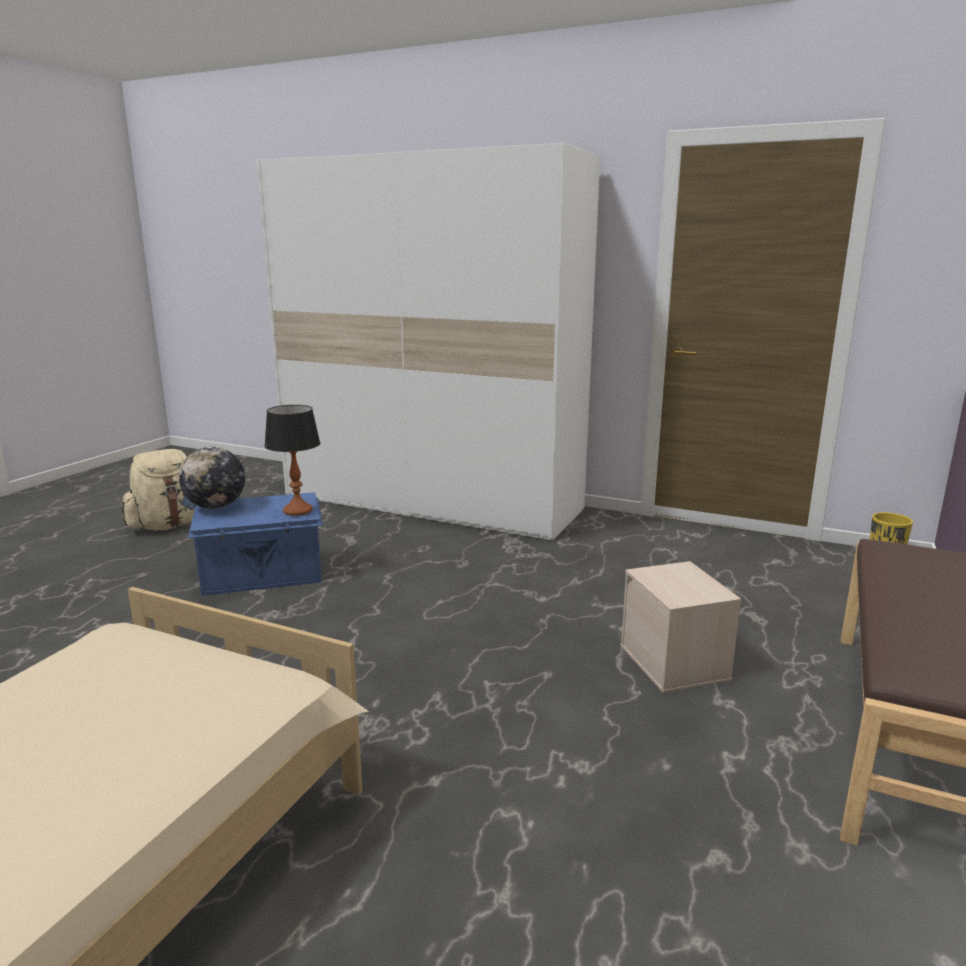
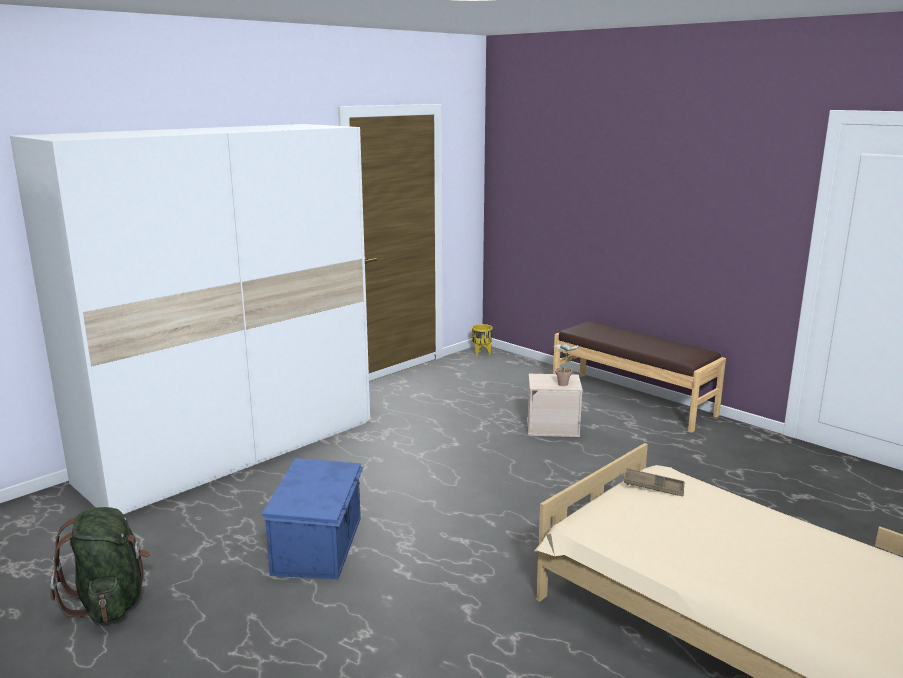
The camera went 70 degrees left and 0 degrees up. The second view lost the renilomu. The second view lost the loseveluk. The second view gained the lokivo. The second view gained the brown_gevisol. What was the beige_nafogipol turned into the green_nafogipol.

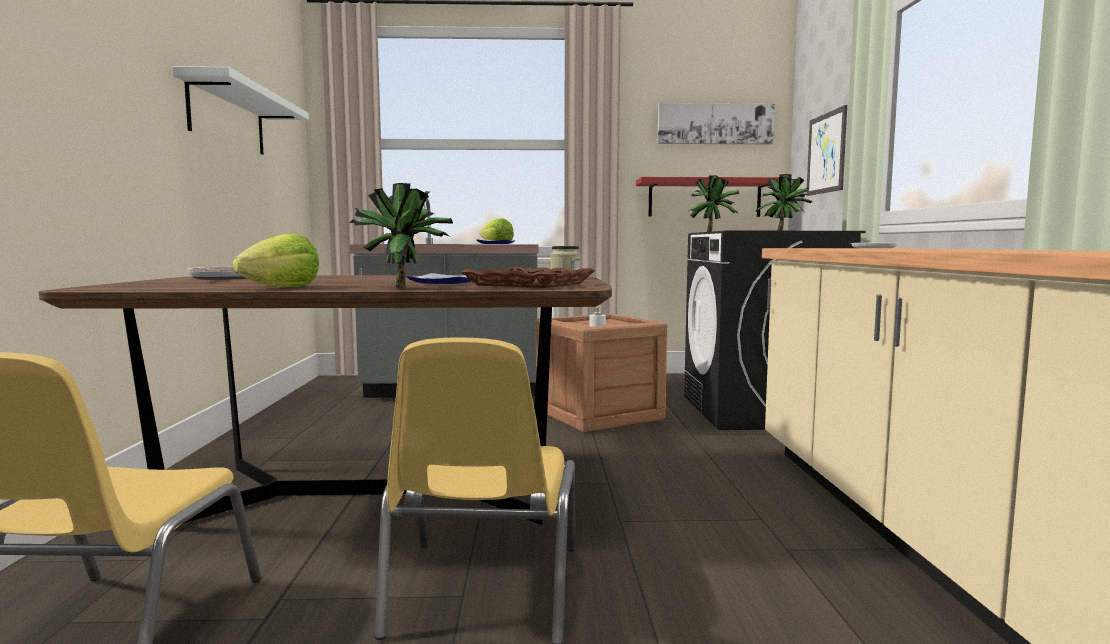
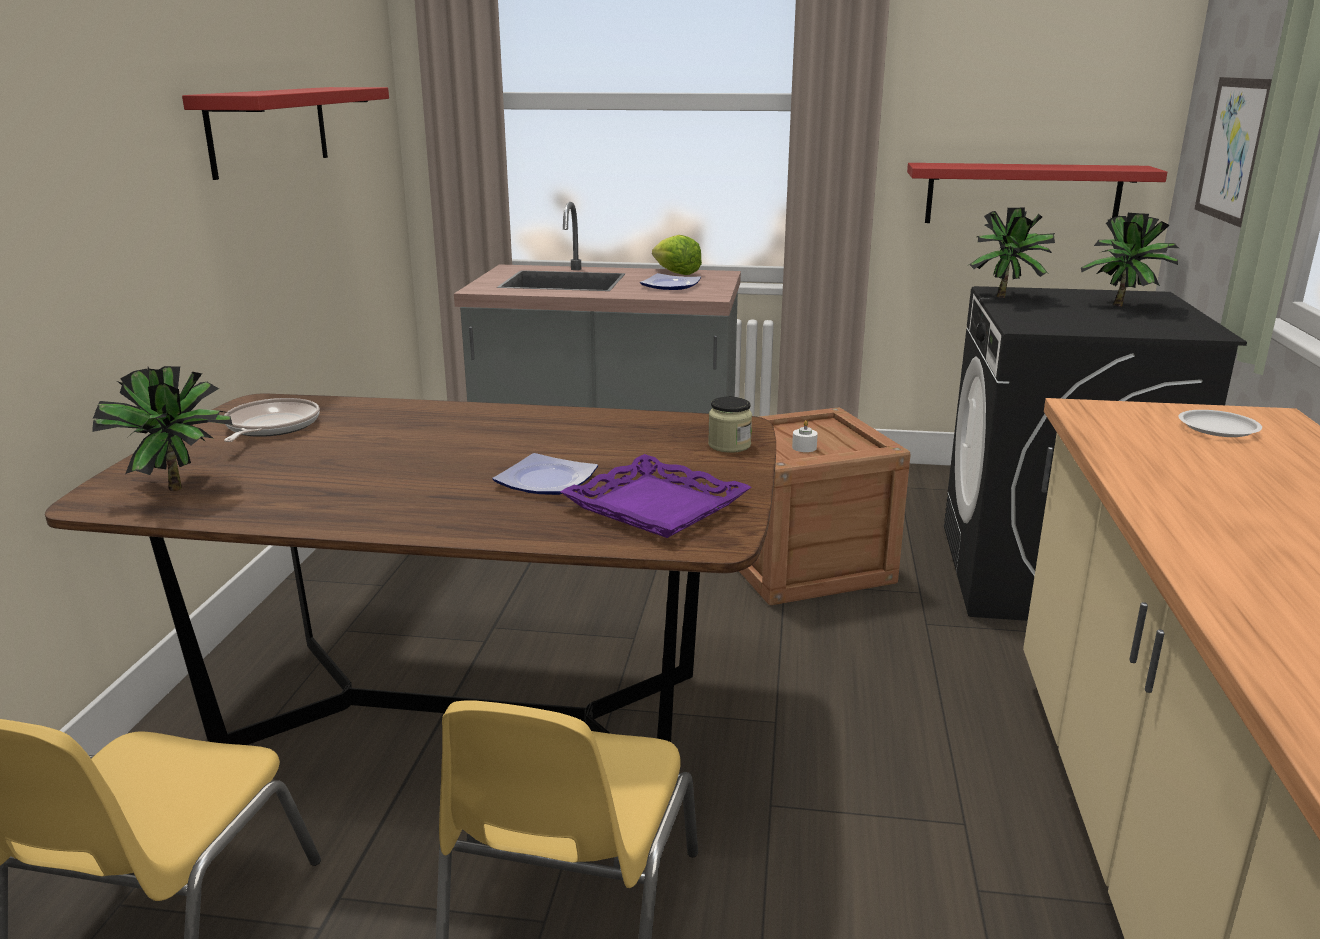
The camera went 10 degrees right and 15 degrees up. The second view lost the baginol (no. 1 from left). The second view lost the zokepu (no. 1 from left). The lokivo (no. 1 from left) ended up elsewhere. What was the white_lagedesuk turned into the red_lagedesuk (no. 1 from left). What was the brown_gevisol turned into the purple_gevisol.

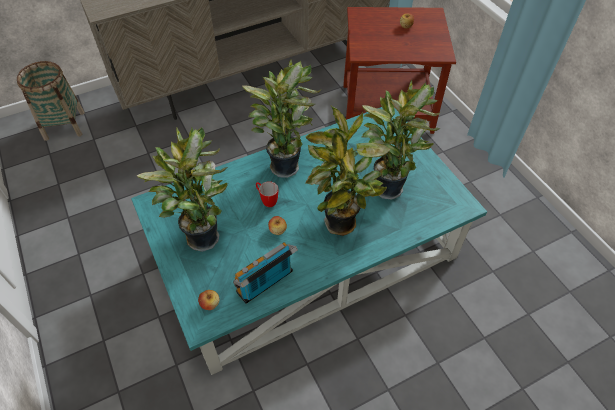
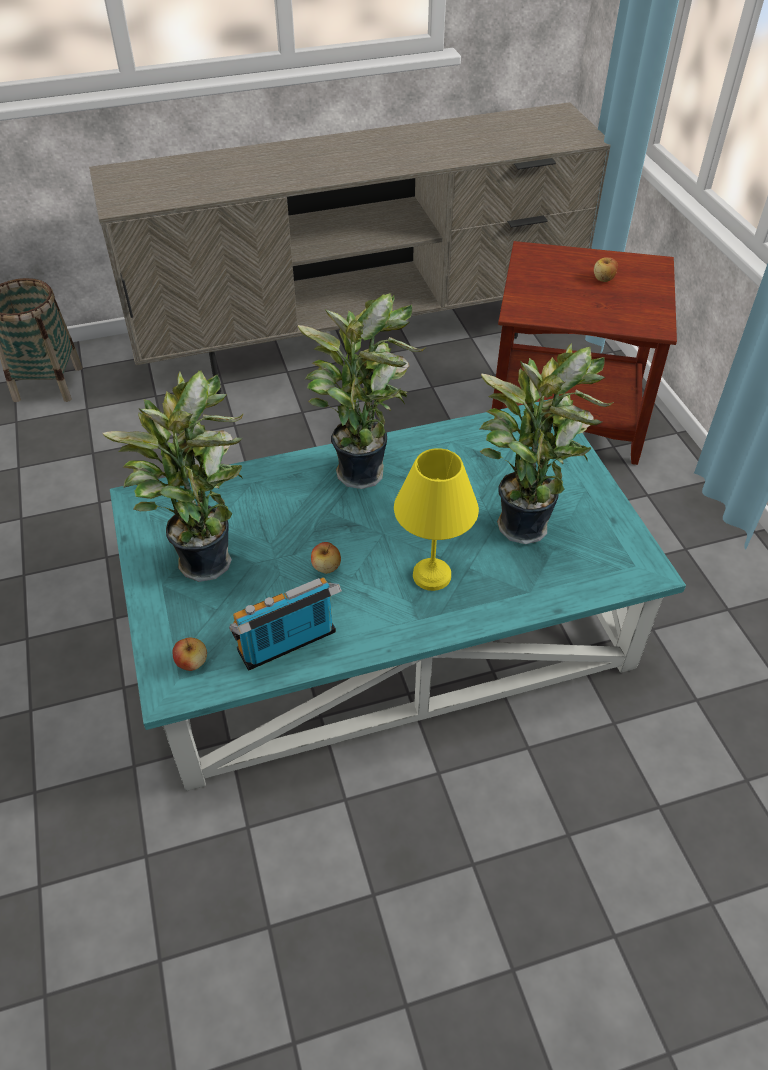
The camera went 10 degrees right and 5 degrees down. The second view lost the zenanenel. Where the lokivo (no. 3 from left) stood, the yellow_loseveluk came to stand.

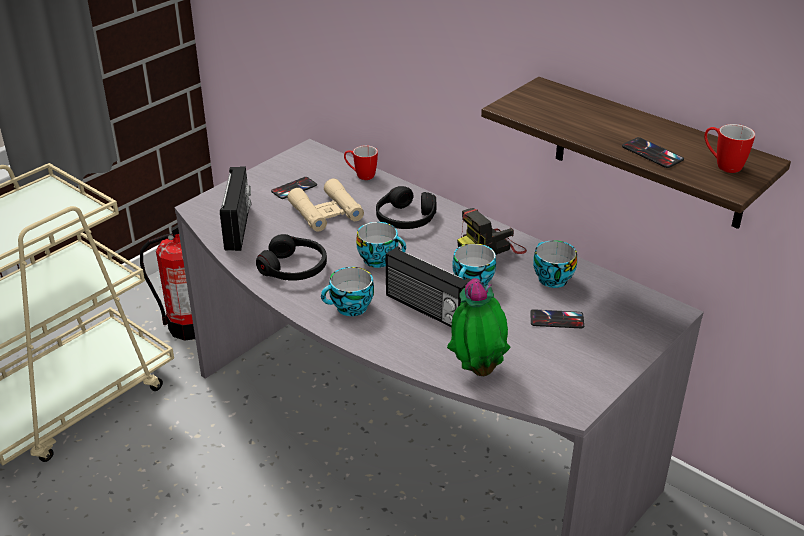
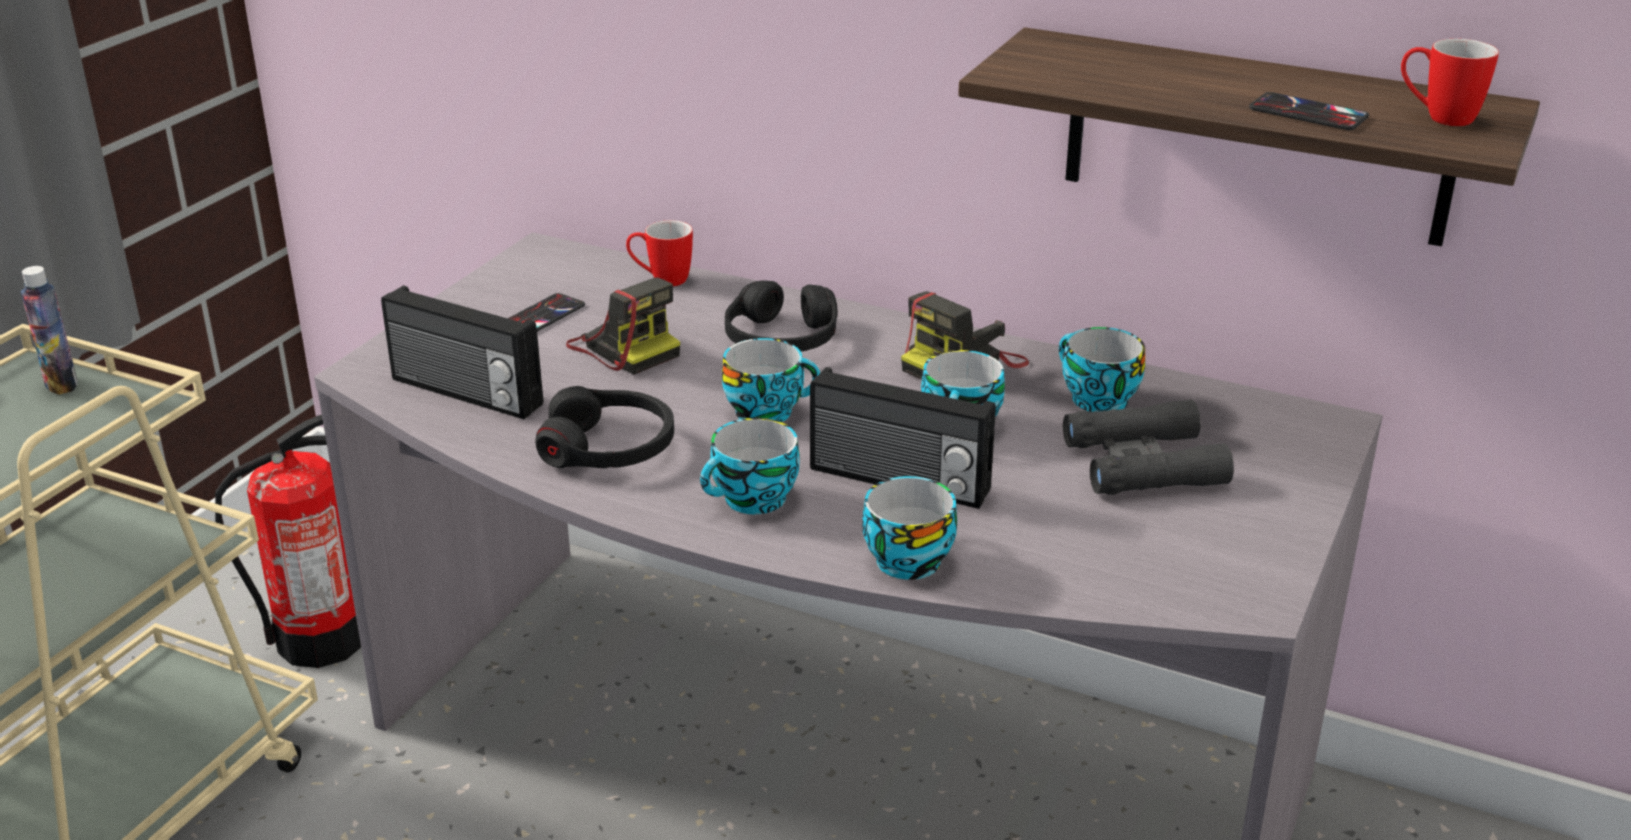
The camera went 15 degrees left and 5 degrees down. The second view lost the lokivo. The second view gained the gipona. The second view gained the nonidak (no. 3 from left). Where the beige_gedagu stood, the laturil (no. 1 from left) came to stand. Where the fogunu (no. 2 from left) stood, the black_gedagu came to stand. The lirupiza (no. 1 from left) ended up facing another way, 135 degrees clockwise from before.

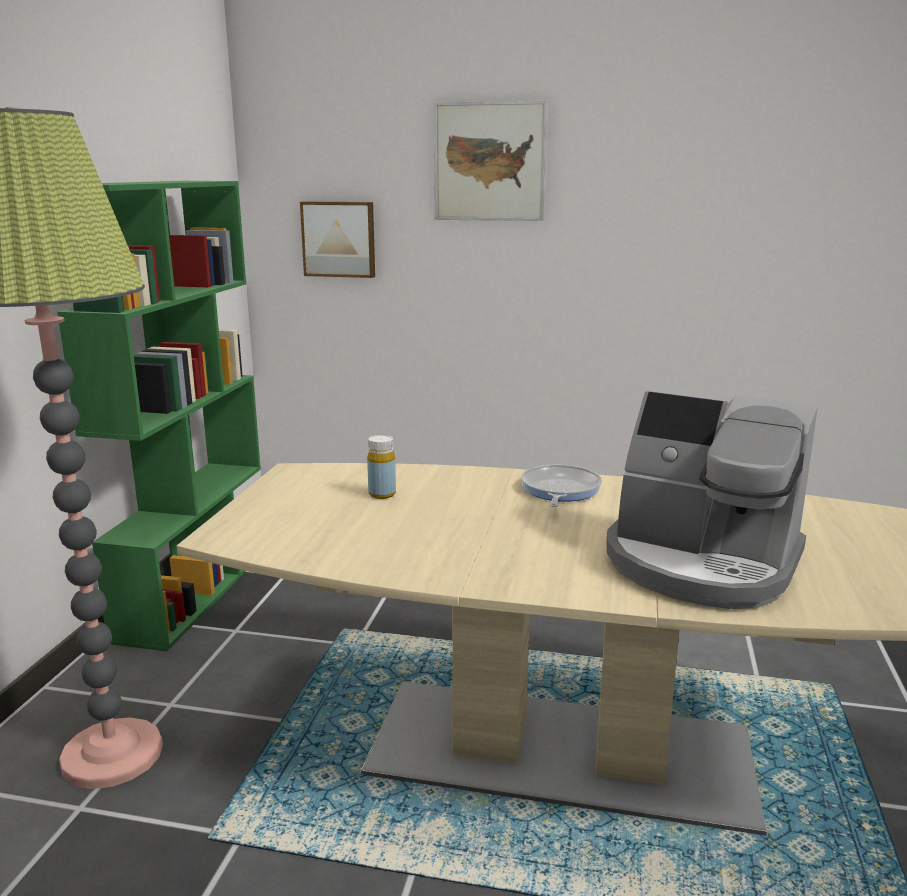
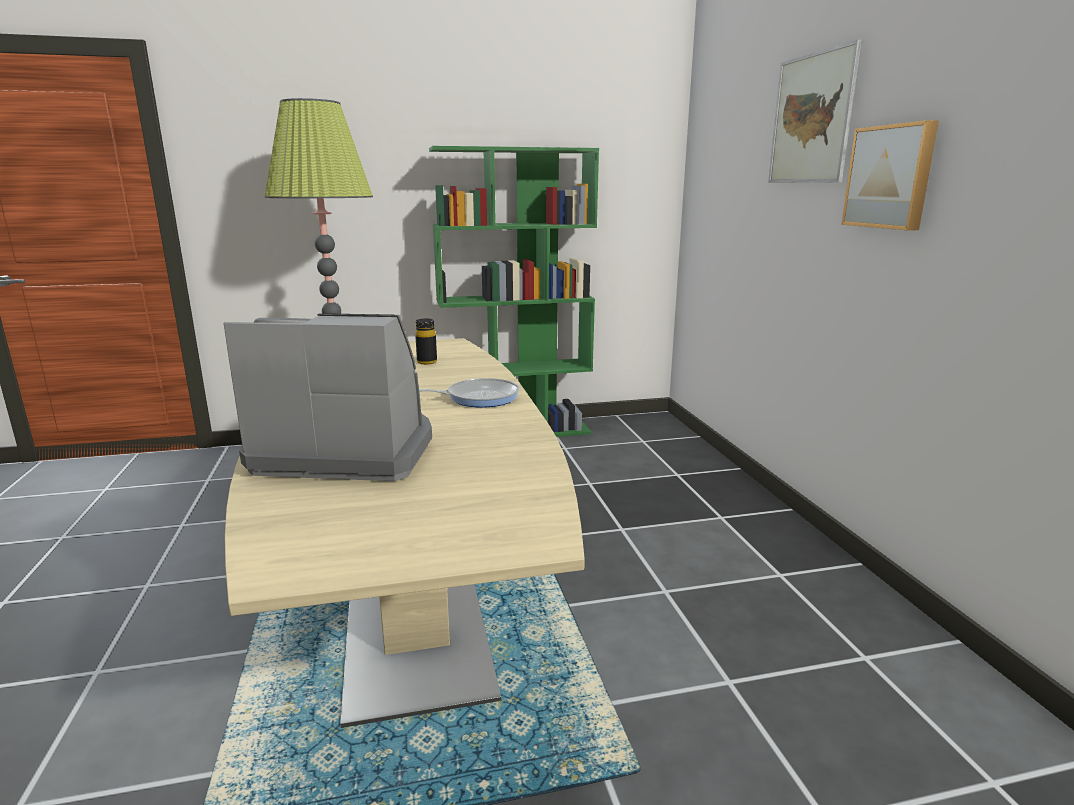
The camera went 65 degrees right and 0 degrees up. The zokepu (no. 1 from left in the first image) ended up elsewhere. What was the yellow_gipona turned into the black_gipona. The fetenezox ended up facing another way, 90 degrees clockwise from before.

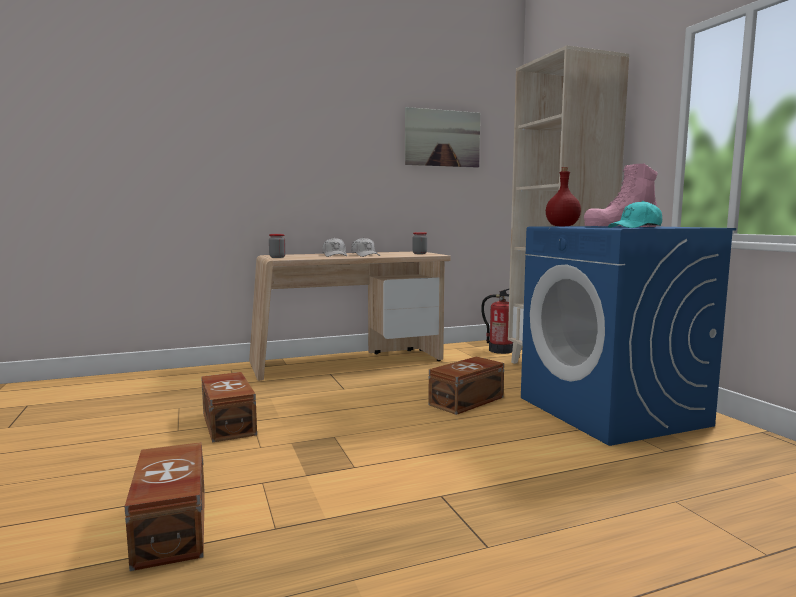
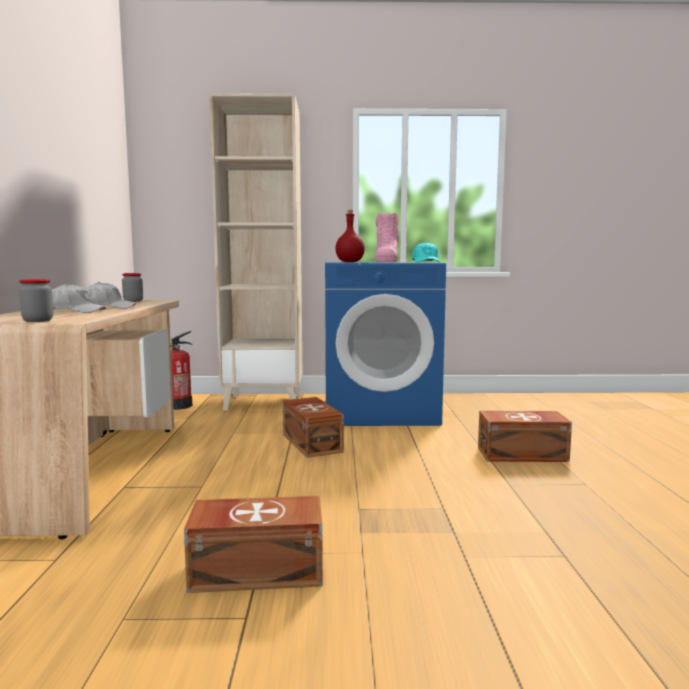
The camera went 70 degrees left and 0 degrees up. The second view lost the zokepu. The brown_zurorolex (no. 1 from left in the first image) ended up elsewhere.

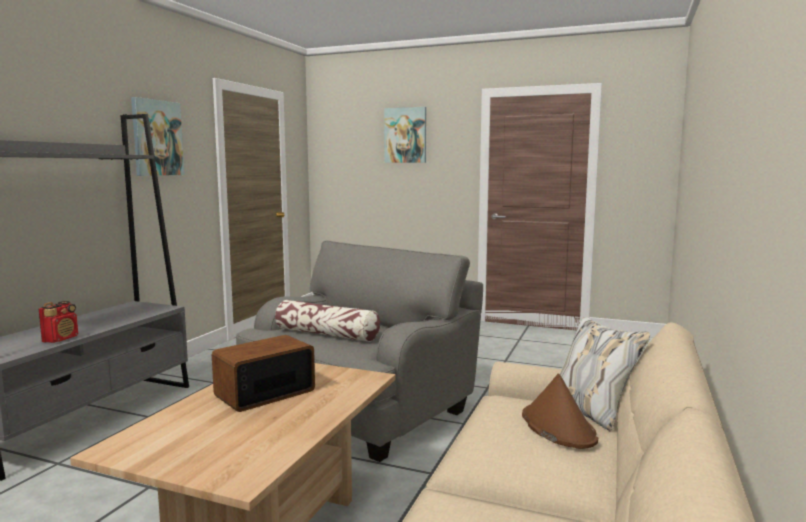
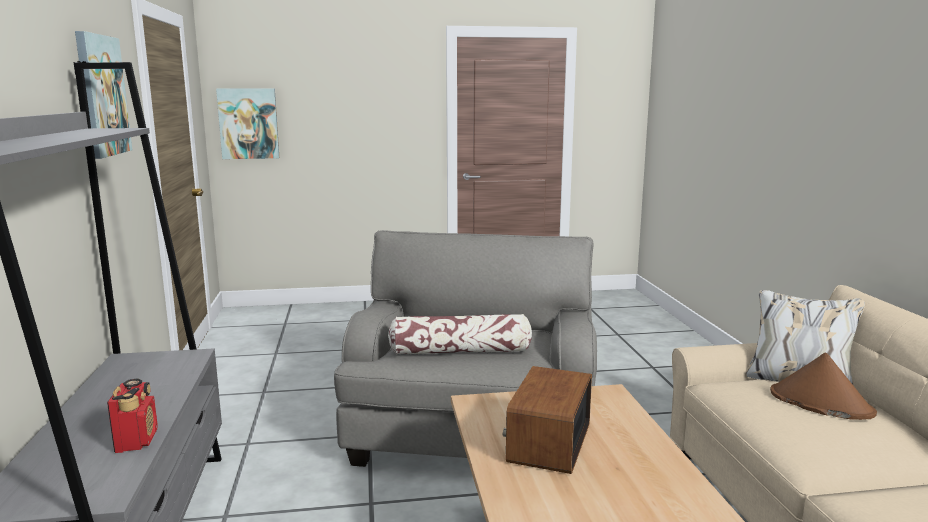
The camera went 30 degrees left and 5 degrees up. The zokepu (no. 2 from left) ended up elsewhere.

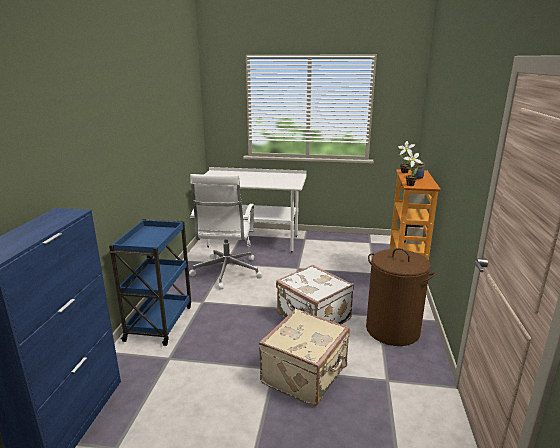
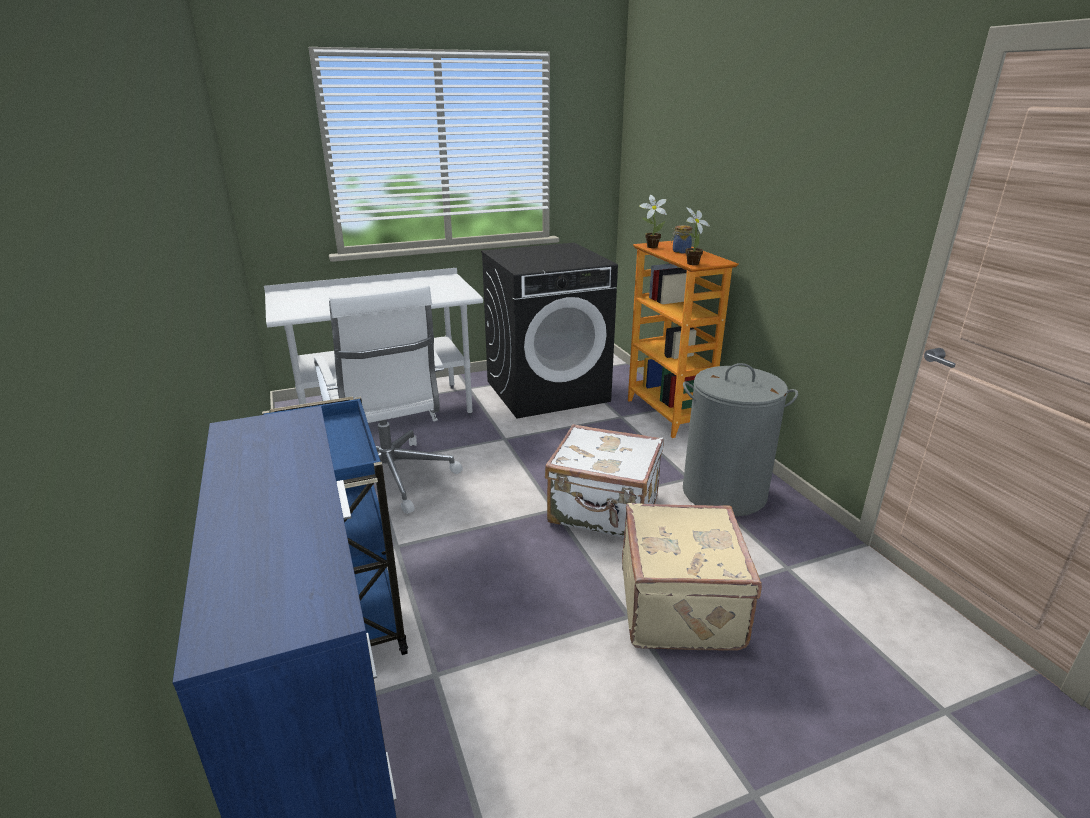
The camera went 30 degrees left and 5 degrees up. The second view gained the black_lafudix. What was the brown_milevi turned into the grey_milevi.

